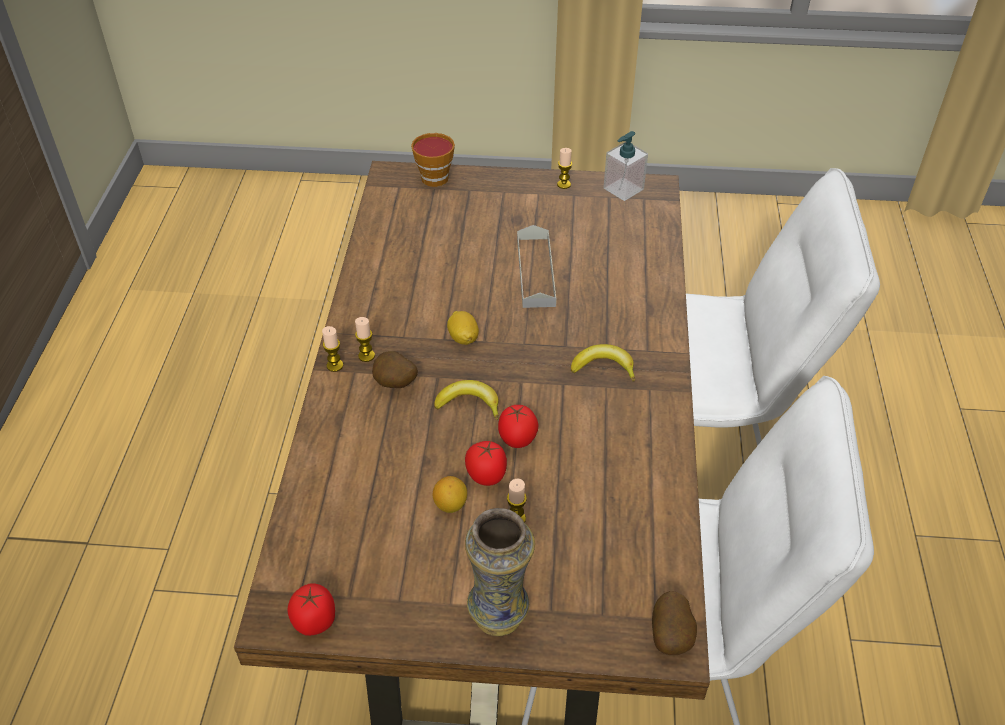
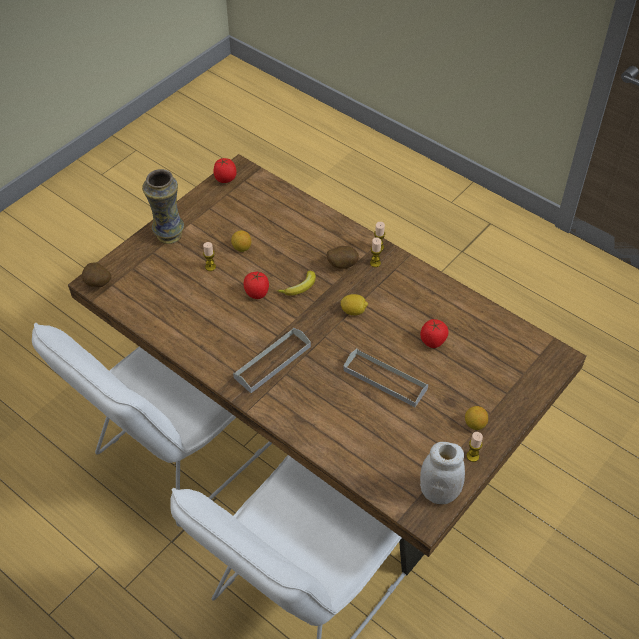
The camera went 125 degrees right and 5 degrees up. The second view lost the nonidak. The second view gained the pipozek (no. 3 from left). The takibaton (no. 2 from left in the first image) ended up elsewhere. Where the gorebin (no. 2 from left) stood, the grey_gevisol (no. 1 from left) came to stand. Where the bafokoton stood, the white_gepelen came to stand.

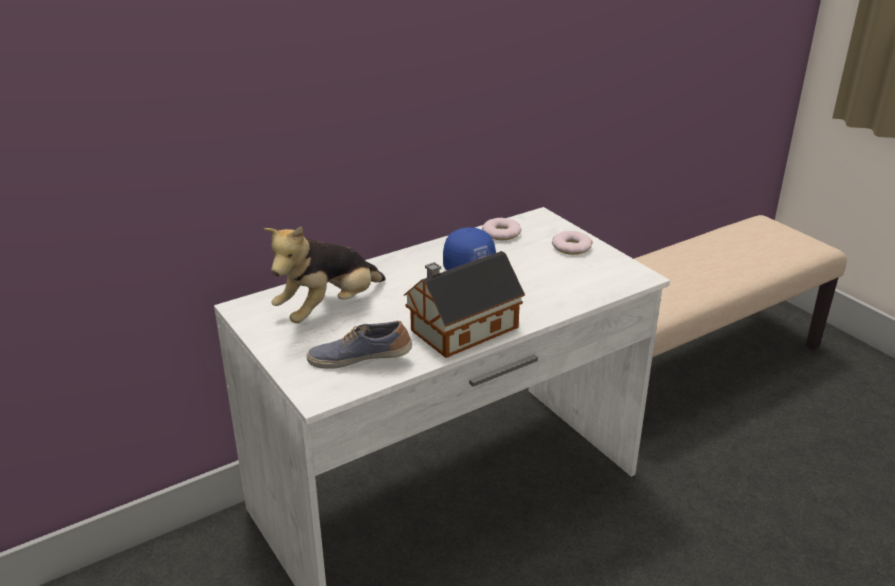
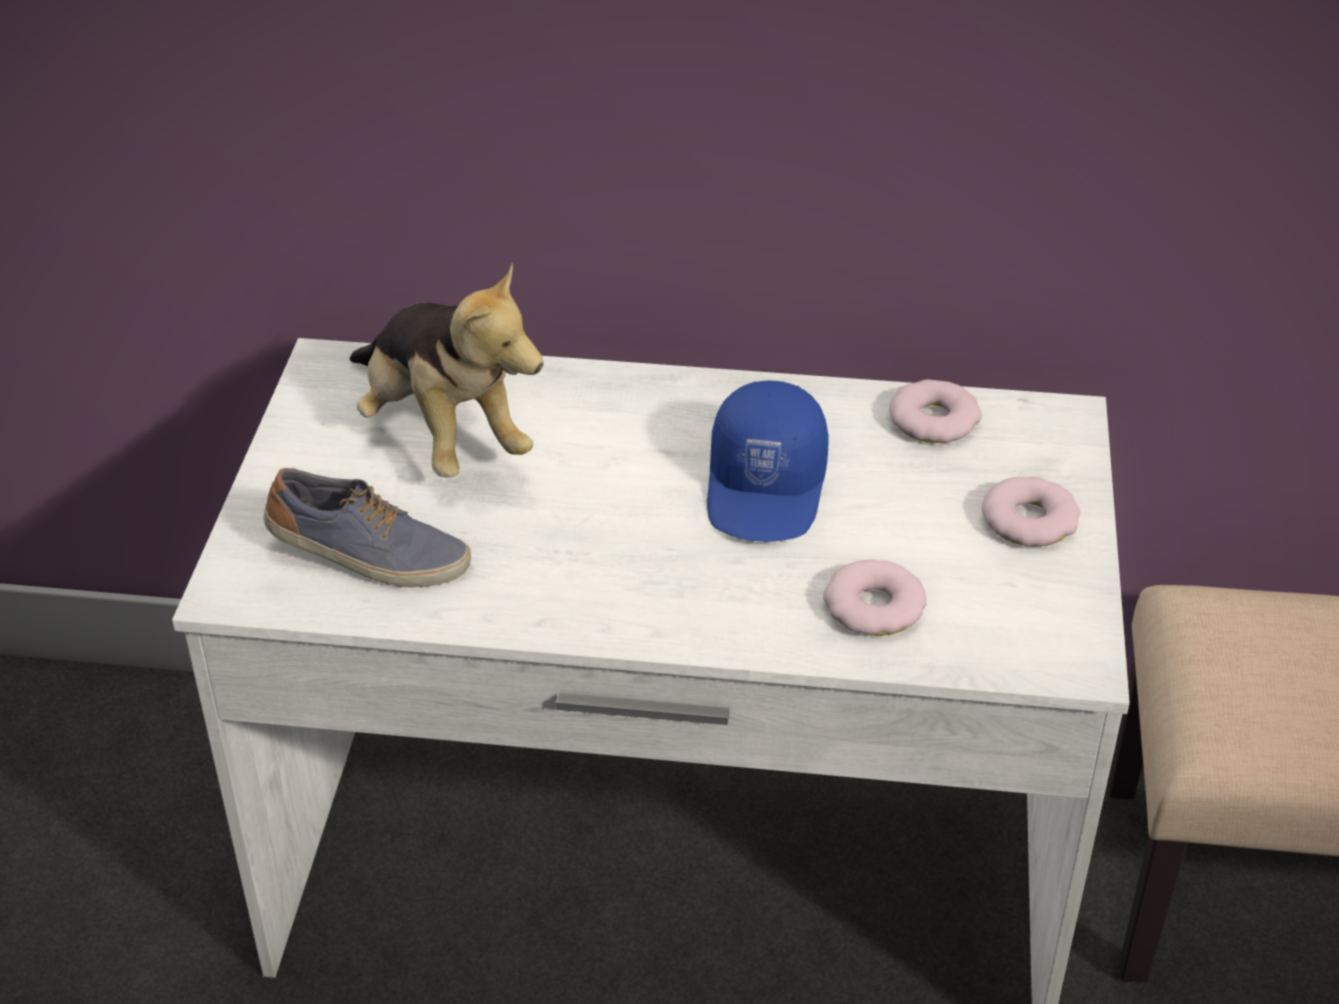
The camera went 40 degrees right and 10 degrees up. The second view lost the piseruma. The second view gained the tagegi (no. 1 from left). The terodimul ended up facing another way, 120 degrees counterclockwise from before. The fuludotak ended up facing another way, 150 degrees clockwise from before.

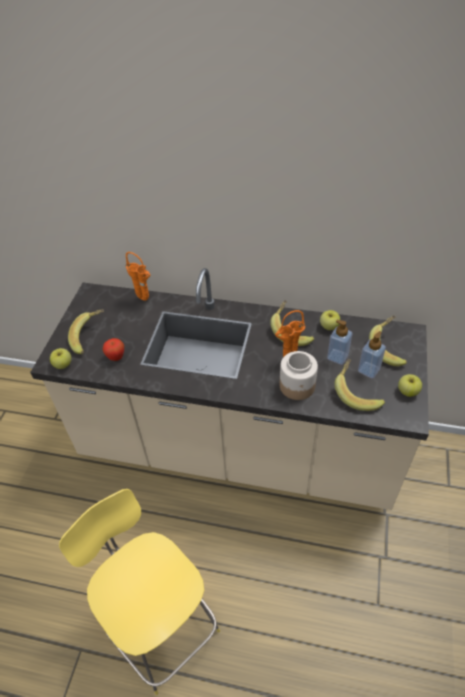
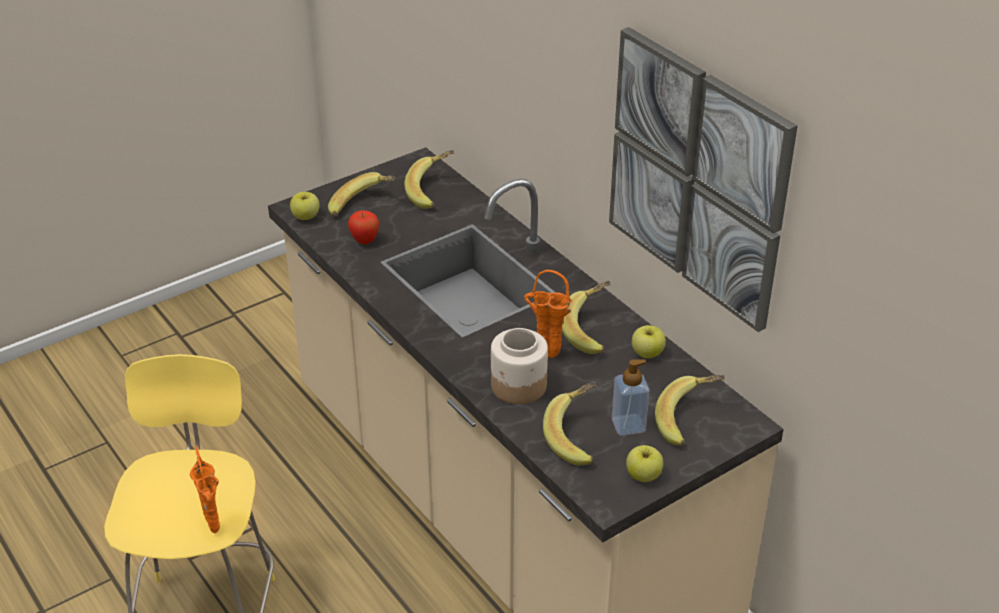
The camera went 40 degrees right and 10 degrees down. The second view lost the bafokoton (no. 1 from left). The second view gained the gorebin (no. 2 from left). The second view gained the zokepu. The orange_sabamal (no. 1 from left) ended up elsewhere.

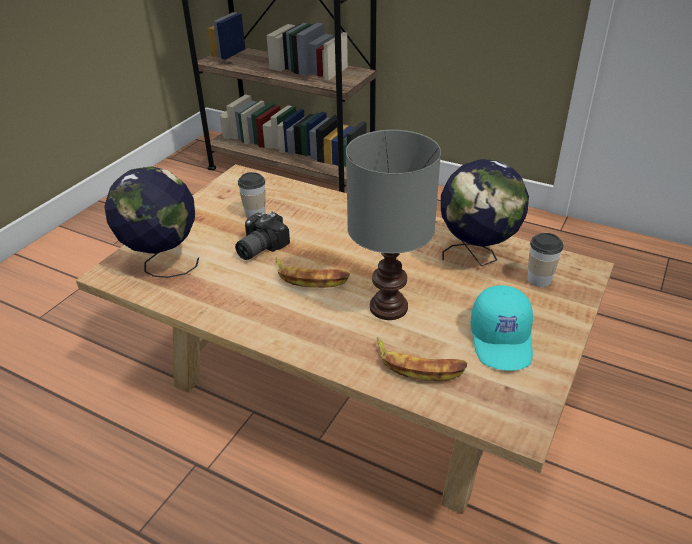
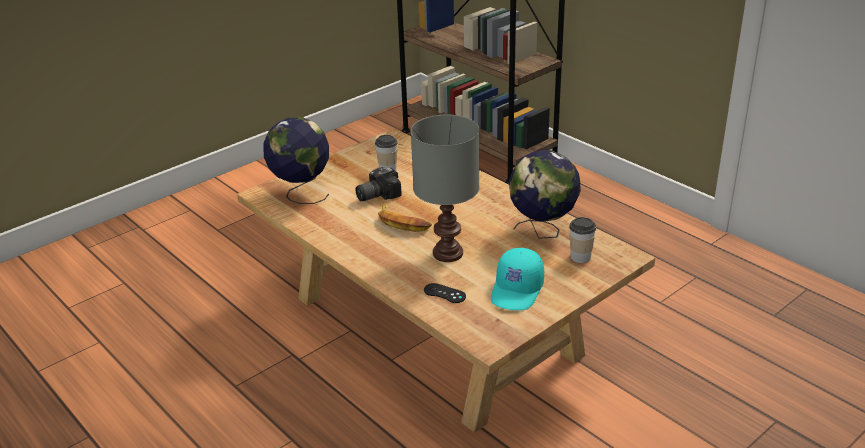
The camera went 20 degrees right and 5 degrees down. Where the gorebin (no. 2 from left) stood, the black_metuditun came to stand.

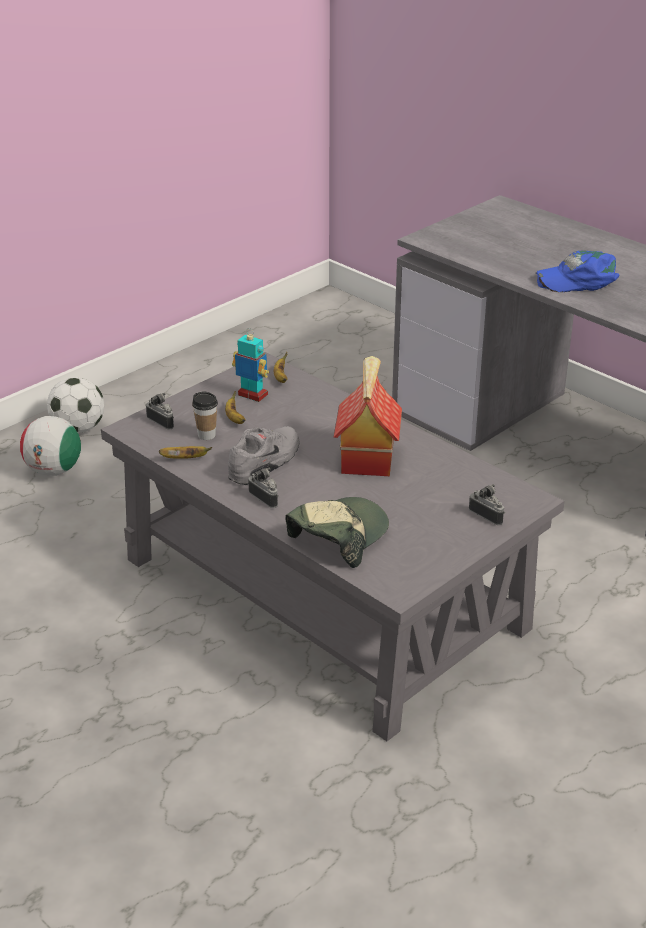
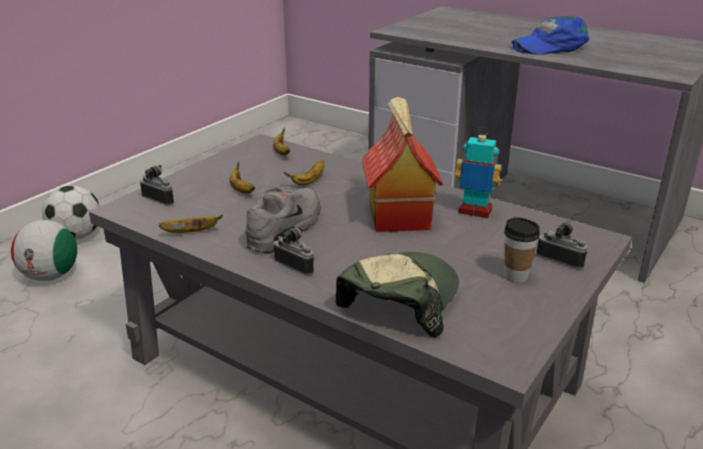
The camera went 10 degrees left and 5 degrees down. The second view gained the gorebin (no. 4 from left). The nonidak ended up elsewhere. The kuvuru ended up elsewhere.

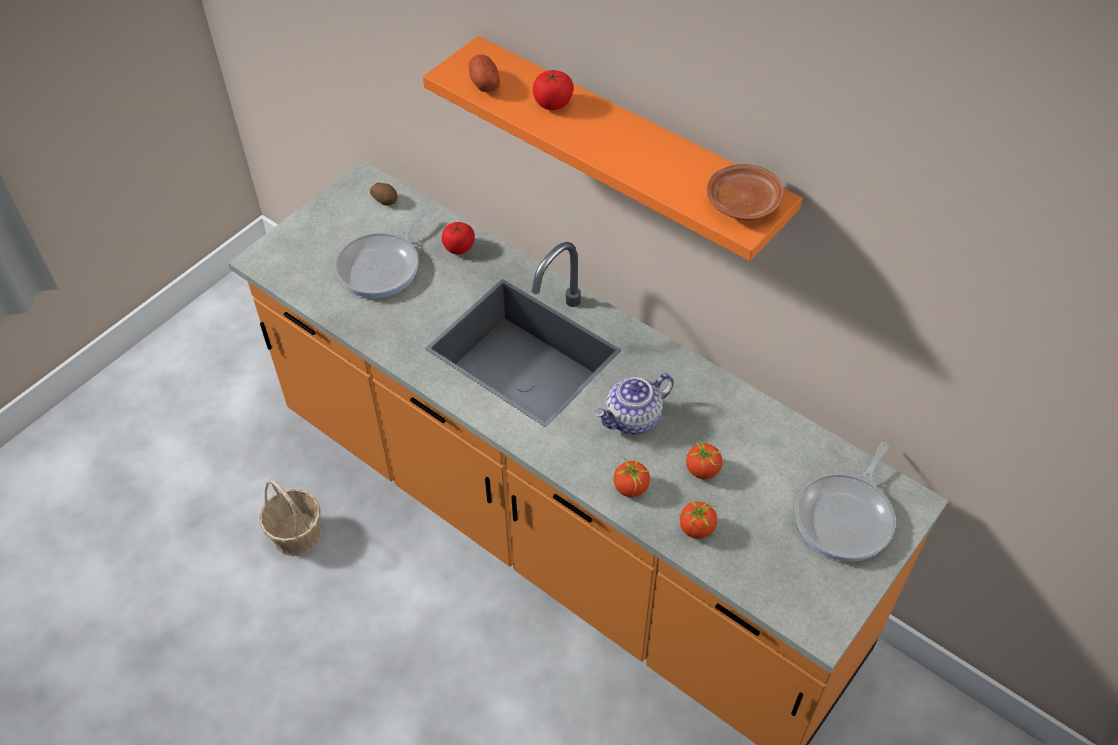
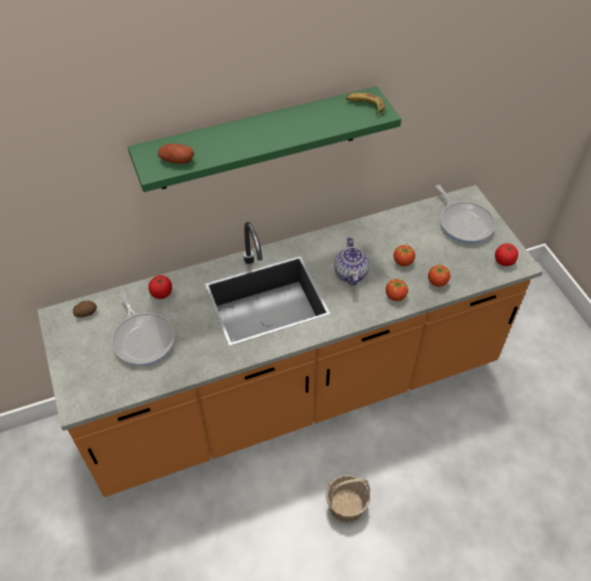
The camera went 60 degrees left and 0 degrees up. The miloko ended up elsewhere. The takibaton (no. 2 from left in the first image) ended up elsewhere. Where the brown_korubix stood, the gorebin came to stand. What was the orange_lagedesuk turned into the green_lagedesuk.

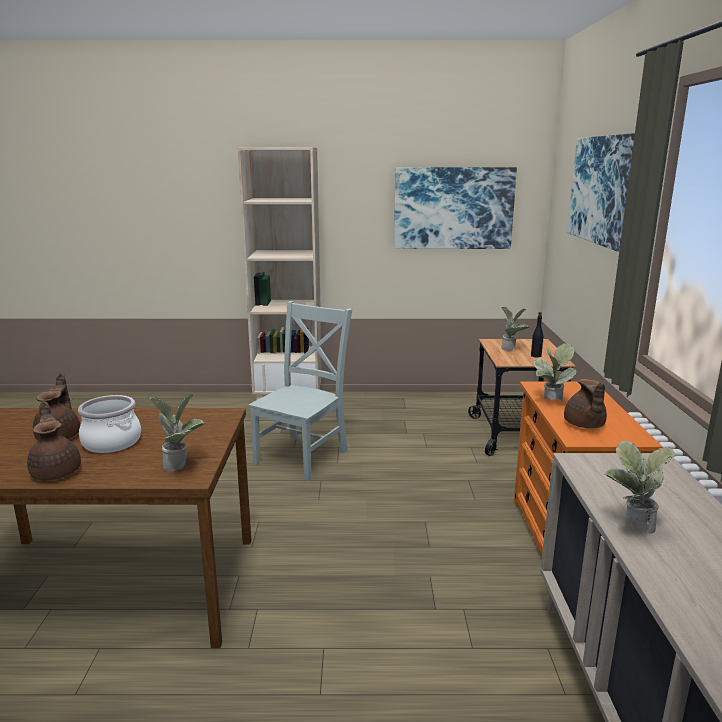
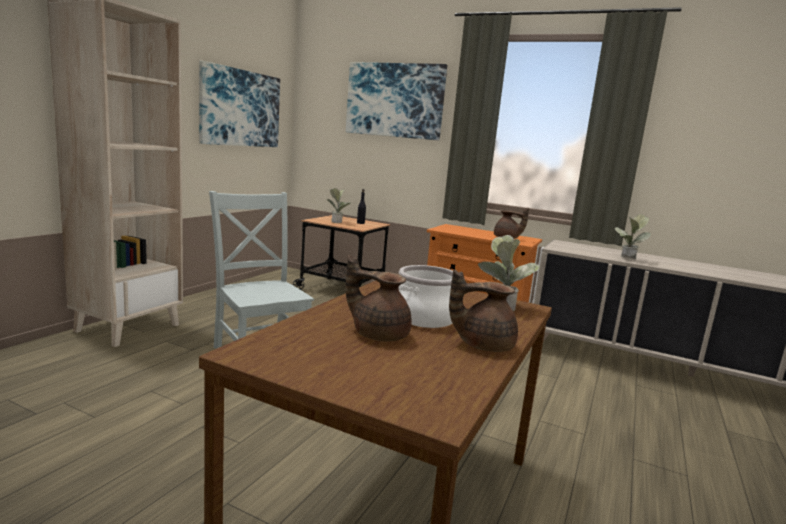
The camera went 65 degrees left and 5 degrees down. The second view lost the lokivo (no. 3 from left).

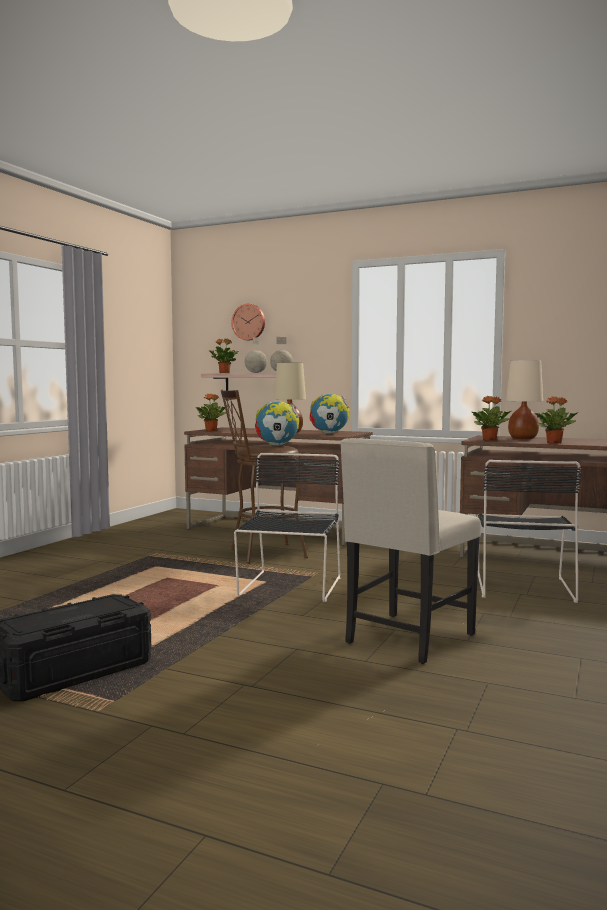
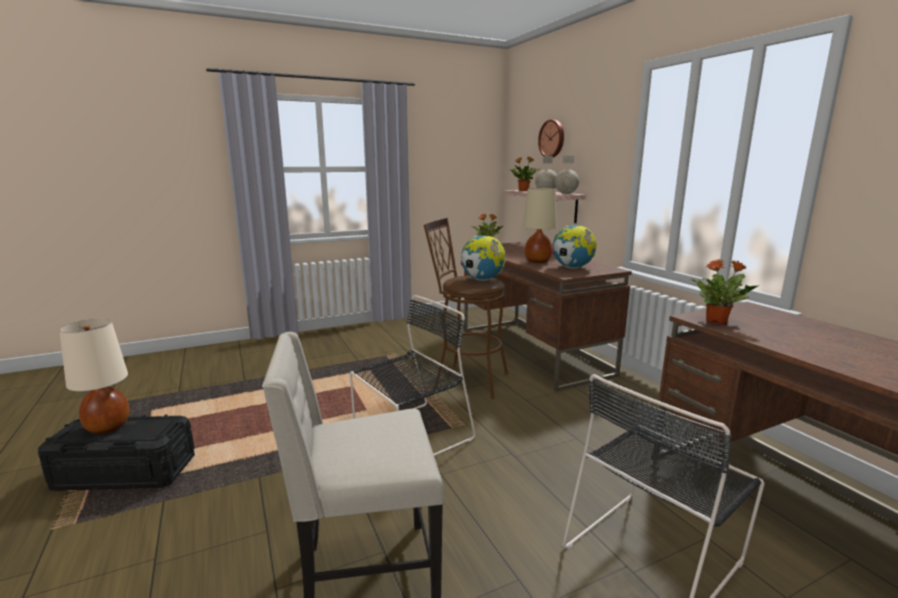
The camera went 40 degrees right and 10 degrees up. The second view lost the lokivo (no. 4 from left). The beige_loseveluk (no. 2 from left in the first image) ended up elsewhere.

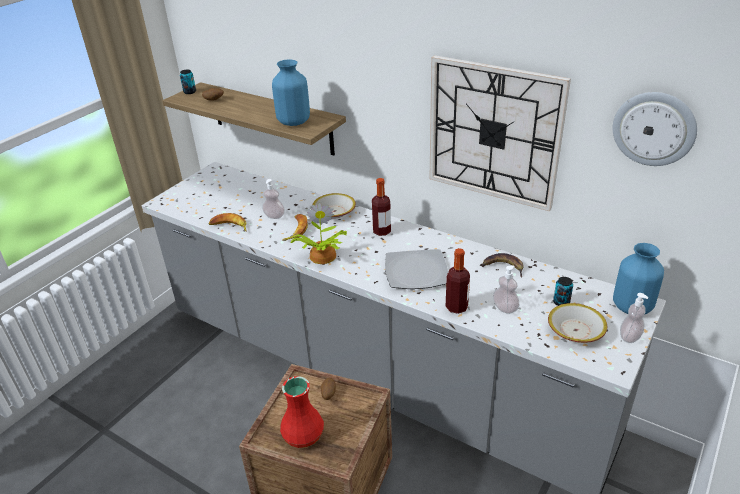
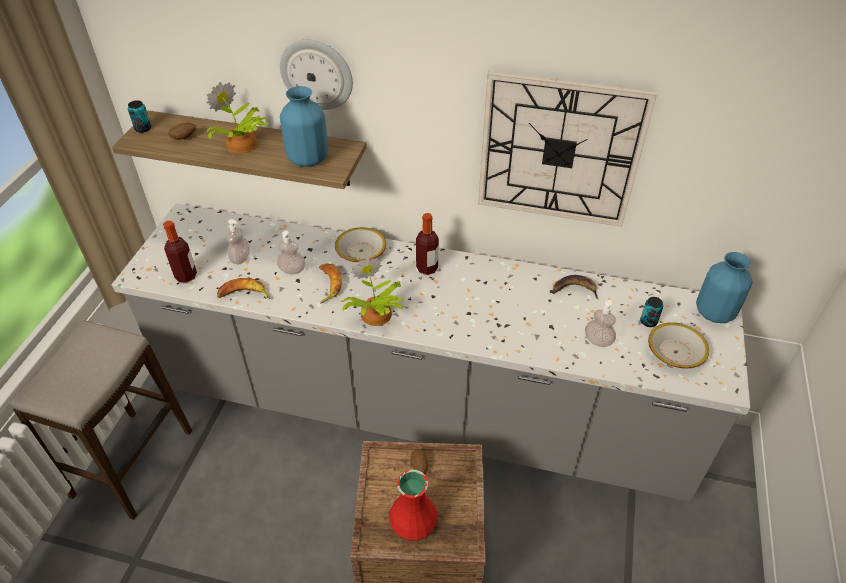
The camera went 20 degrees left and 10 degrees up. The second view lost the korubix. The second view gained the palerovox. The second view gained the lokivo (no. 1 from left). The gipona (no. 2 from left in the first image) ended up elsewhere. The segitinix (no. 2 from left in the first image) ended up elsewhere. The bafokoton (no. 3 from left in the first image) ended up elsewhere.

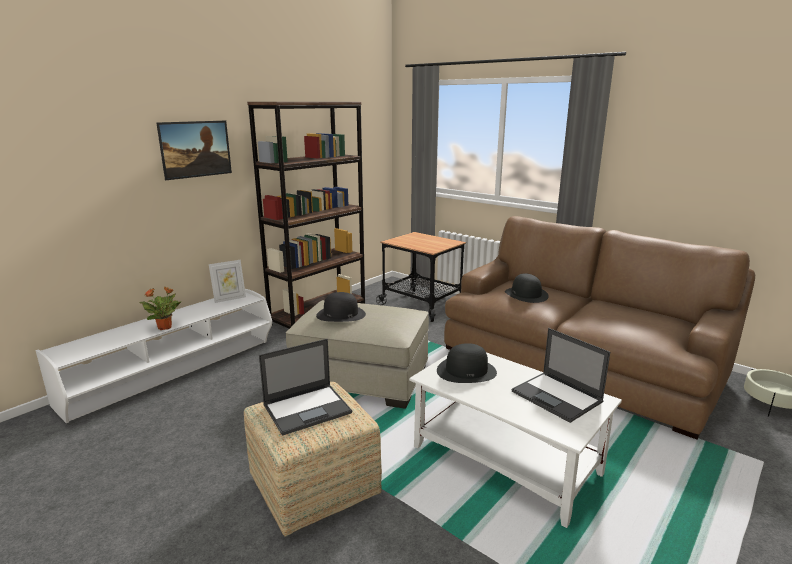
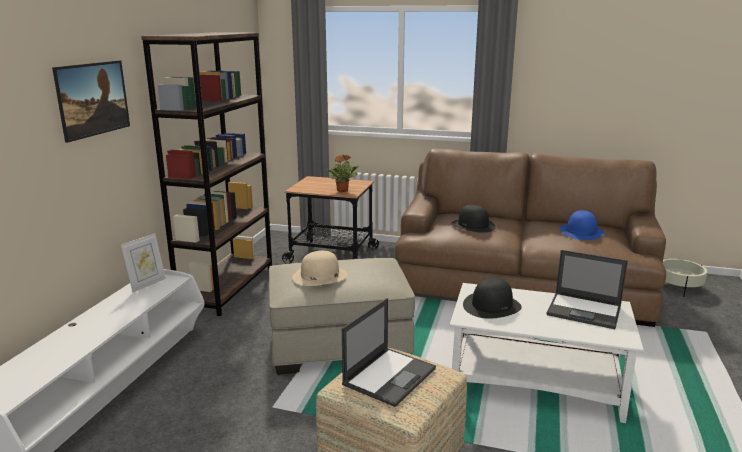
The camera went 25 degrees left and 0 degrees up. The second view gained the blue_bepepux. The lokivo ended up elsewhere. What was the black_bepepux (no. 1 from left) turned into the beige_bepepux.

